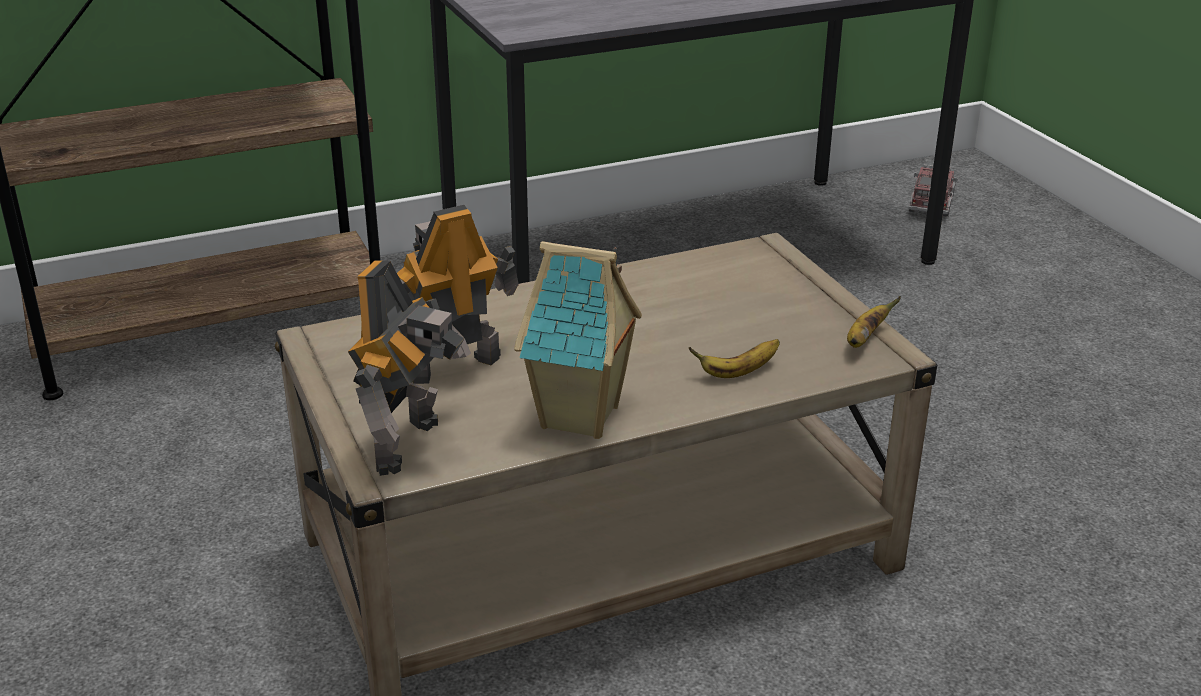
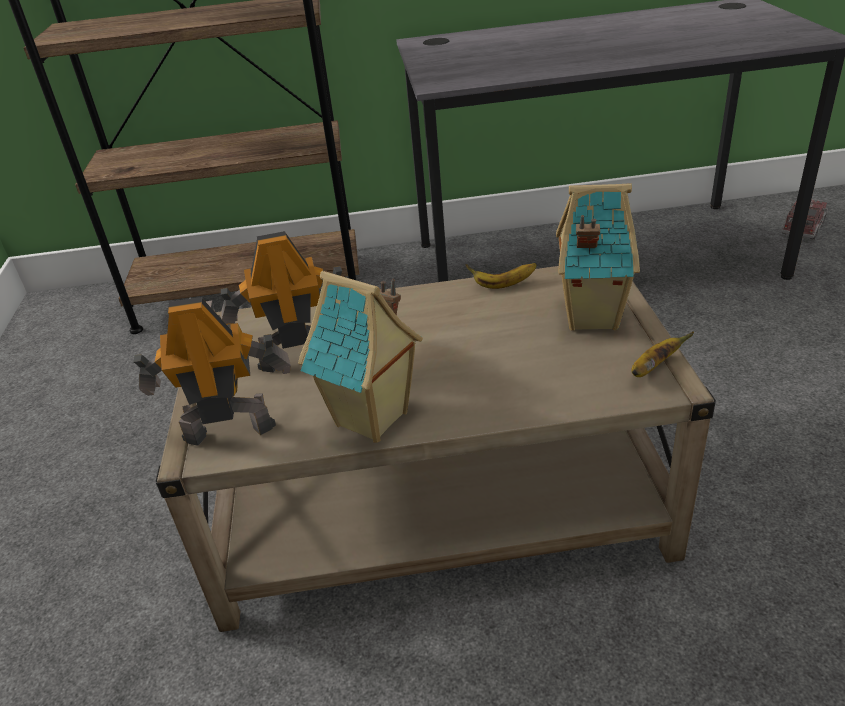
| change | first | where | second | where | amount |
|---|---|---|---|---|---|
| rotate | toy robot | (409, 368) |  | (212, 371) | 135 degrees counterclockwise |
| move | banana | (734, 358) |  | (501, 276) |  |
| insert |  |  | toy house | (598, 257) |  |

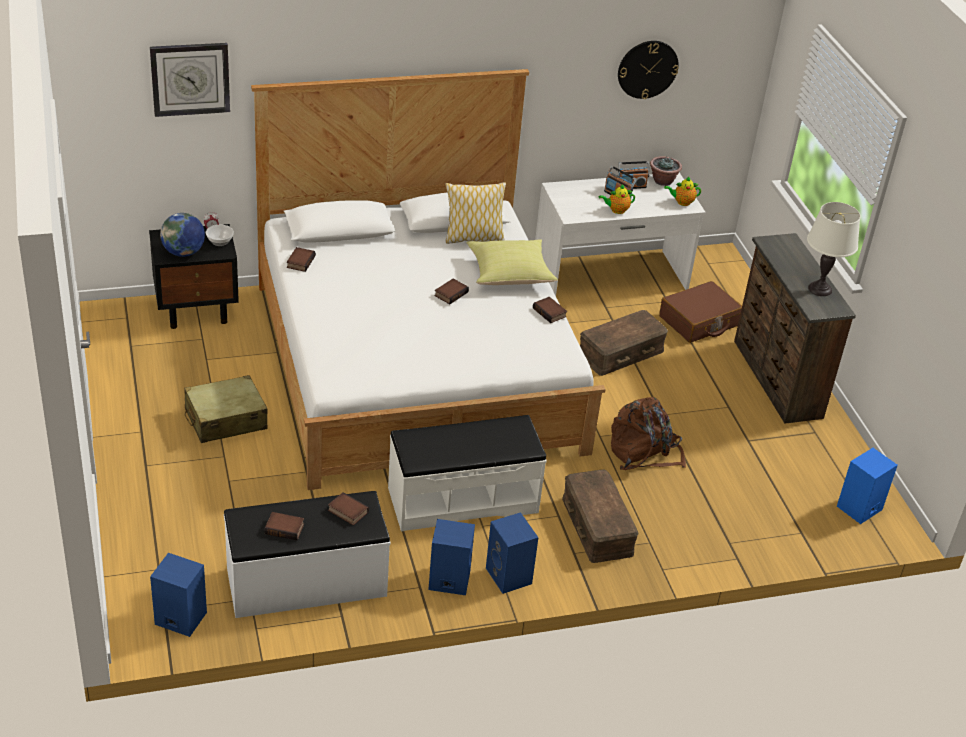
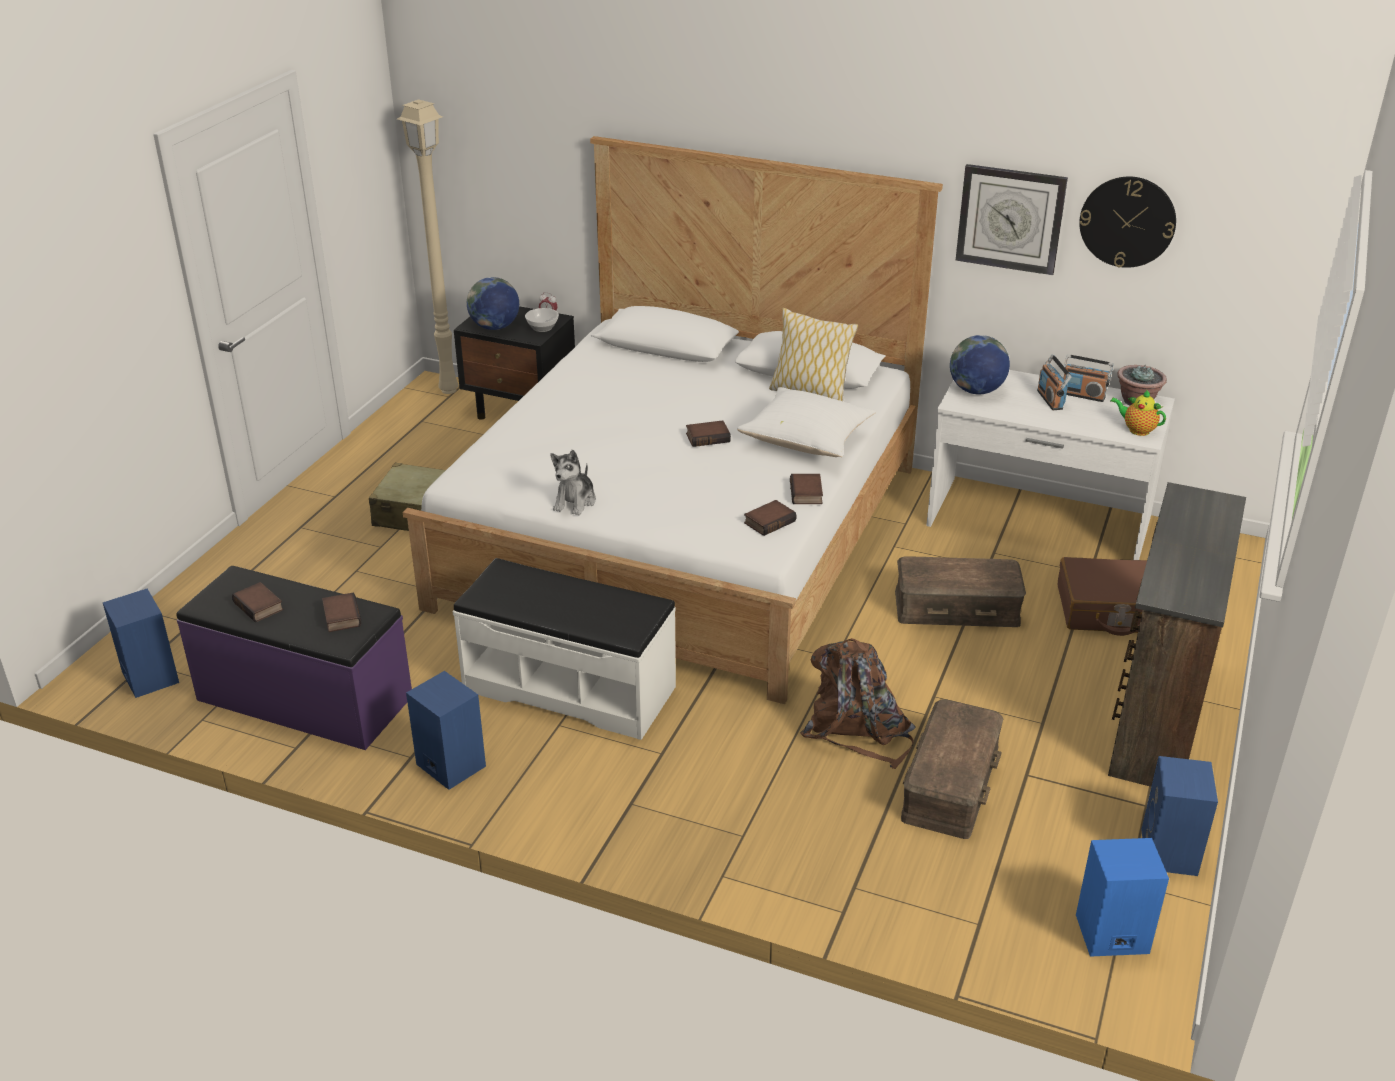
| change | first | where | second | where | amount |
|---|---|---|---|---|---|
| move | wall clock | (190, 80) |  | (1011, 219) |  |
| recolor | white bench | (307, 554) | purple bench | (294, 658) |  |
| move | book | (301, 259) |  | (770, 518) |  |
| recolor | yellow pillow | (512, 262) | white pillow | (806, 422) |  |
| move | blue speaker | (512, 553) |  | (1179, 816) |  |
| move | brown storage box | (600, 516) |  | (952, 769) |  |
| delete | teapot | (617, 199) |  |  |  |
| delete | white table lamp | (834, 249) |  |  |  |
| insert |  |  | beige floor lamp | (428, 246) |  |
| insert |  |  | plush toy | (573, 482) |  |
| insert |  |  | globe | (980, 364) |  |

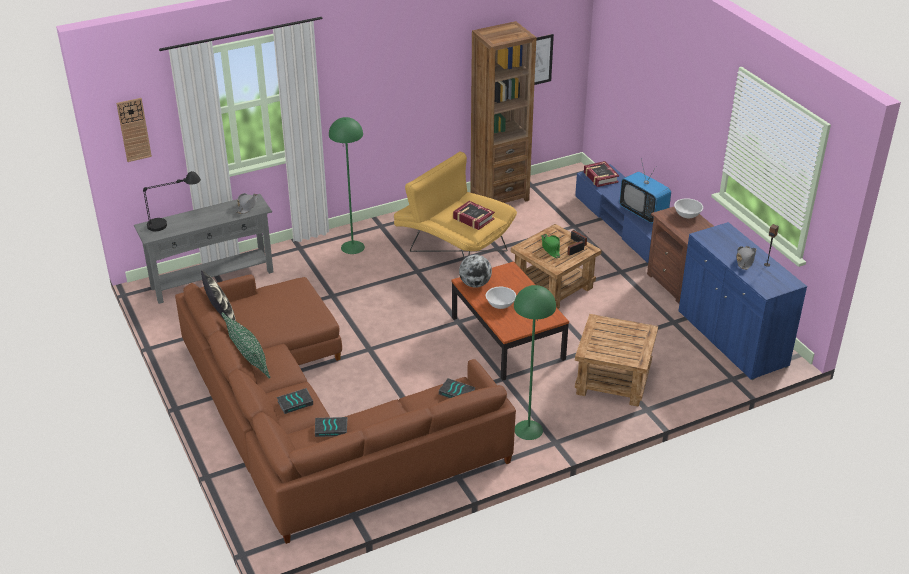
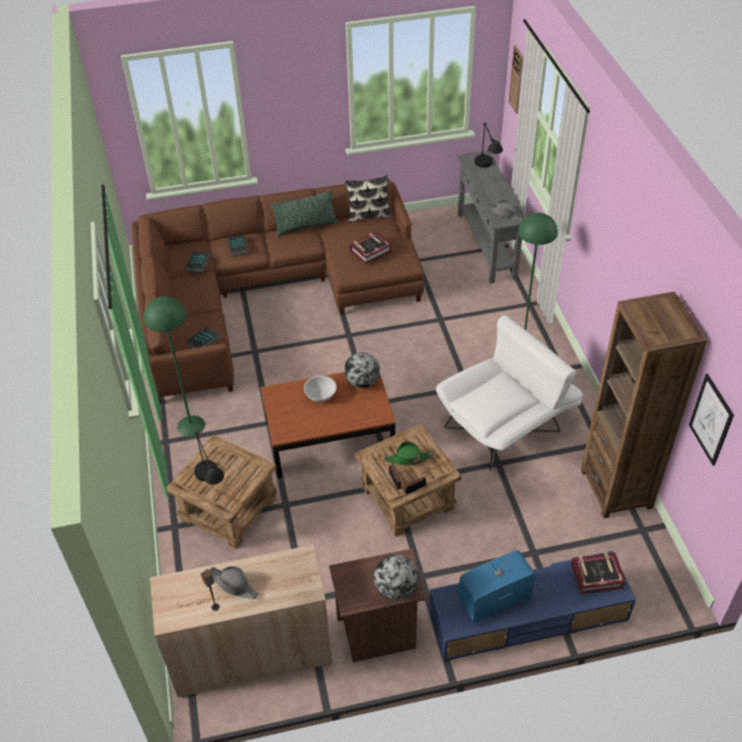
| change | first | where | second | where | amount |
|---|---|---|---|---|---|
| recolor | yellow armchair | (455, 205) | white armchair | (509, 392) |  |
| move | book | (474, 215) |  | (371, 248) |  |
| replace | white bowl | (688, 208) | globe | (396, 577) |  |
| recolor | blue cabinet | (743, 301) | beige cabinet | (241, 621) |  |
| insert |  |  | black table lamp | (209, 458) |  |

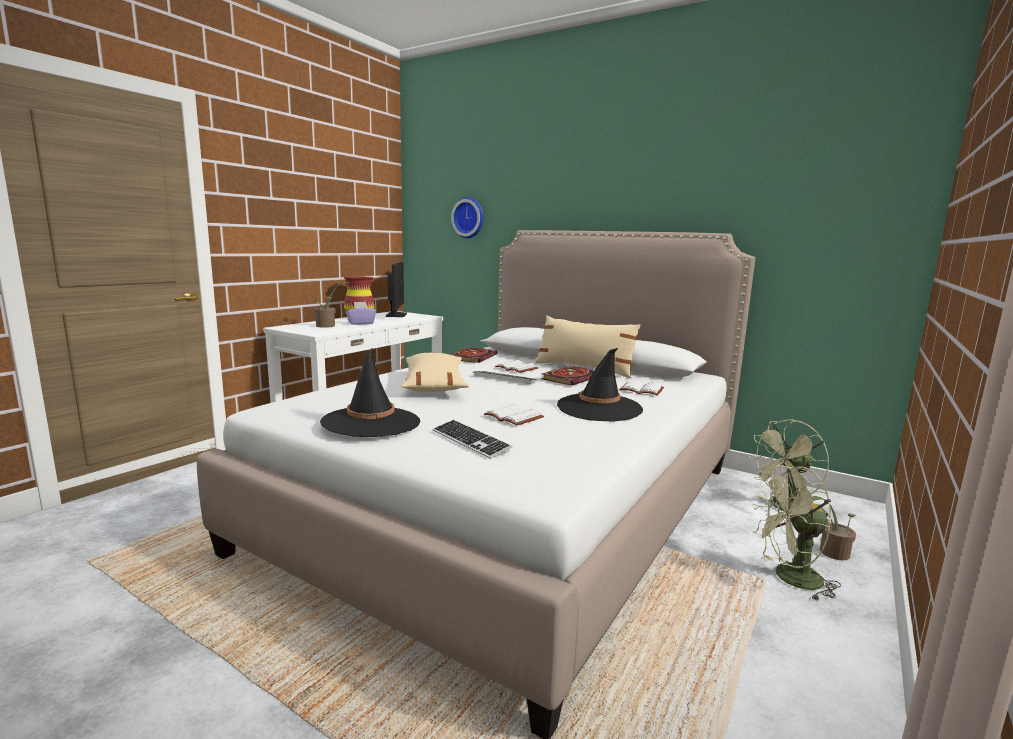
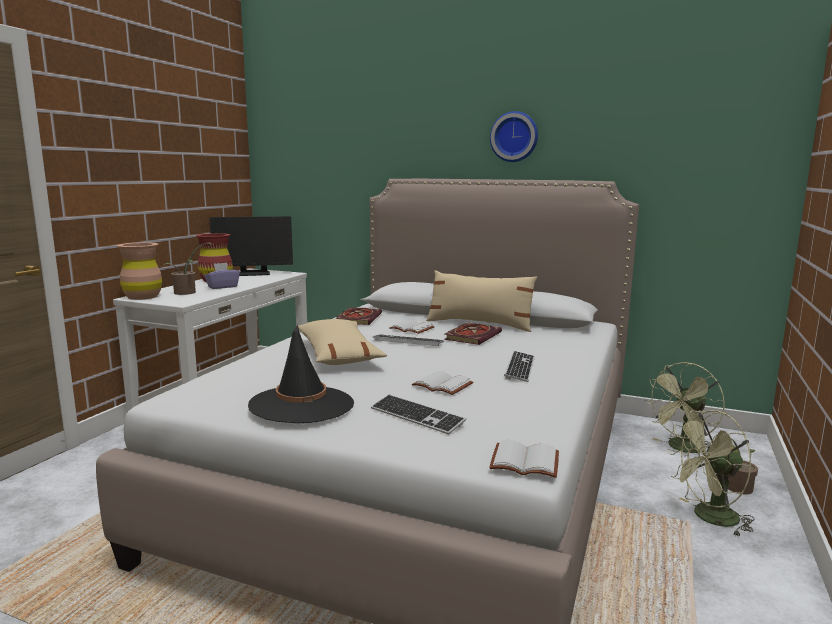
| change | first | where | second | where | amount |
|---|---|---|---|---|---|
| rotate | monitor | (396, 289) |  | (251, 246) | 90 degrees clockwise |
| move | wall clock | (467, 217) |  | (514, 136) |  |
| replace | black hat | (600, 385) | keyboard | (519, 366) |  |
| move | white book | (642, 388) |  | (524, 459) |  |
| insert |  |  | brown vase | (139, 271) |  |

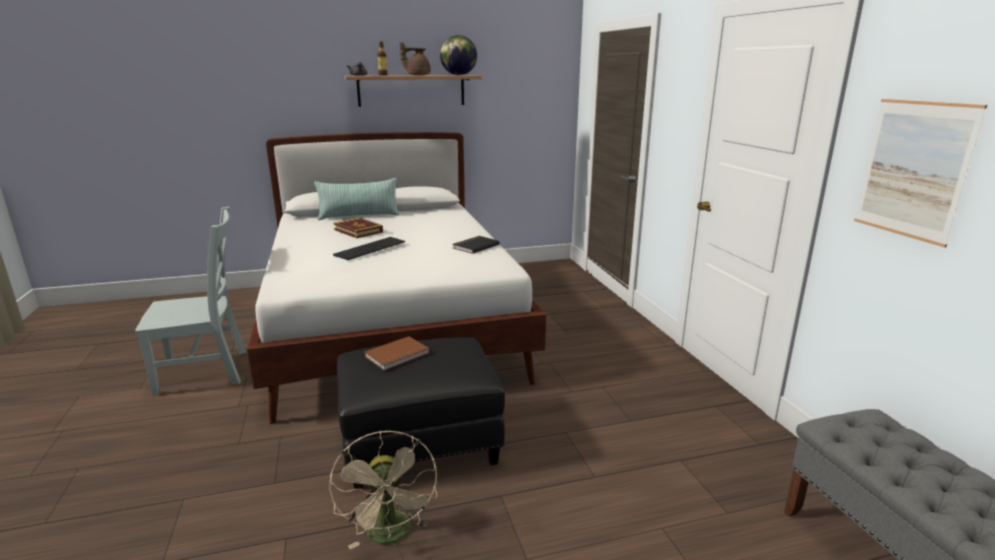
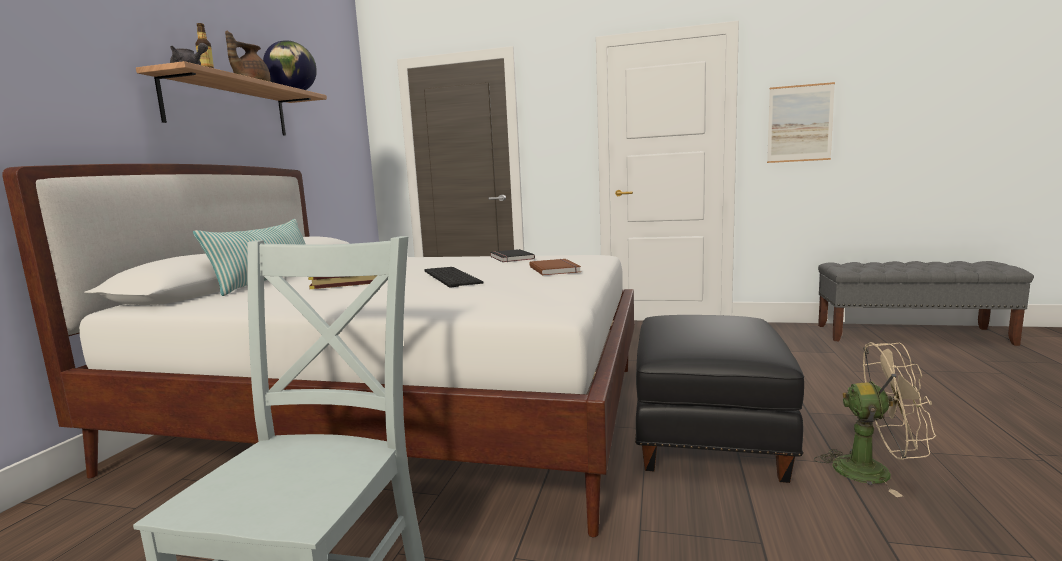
| change | first | where | second | where | amount |
|---|---|---|---|---|---|
| move | brown book | (396, 353) |  | (555, 267) |  |

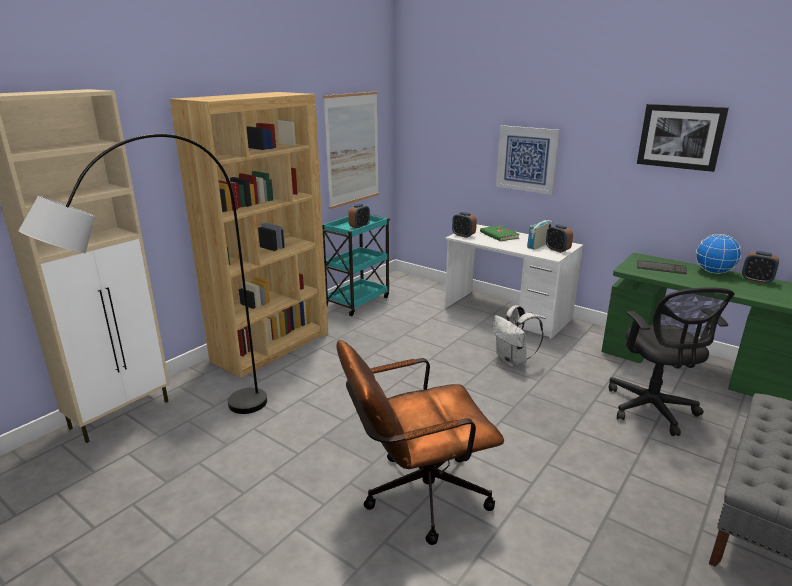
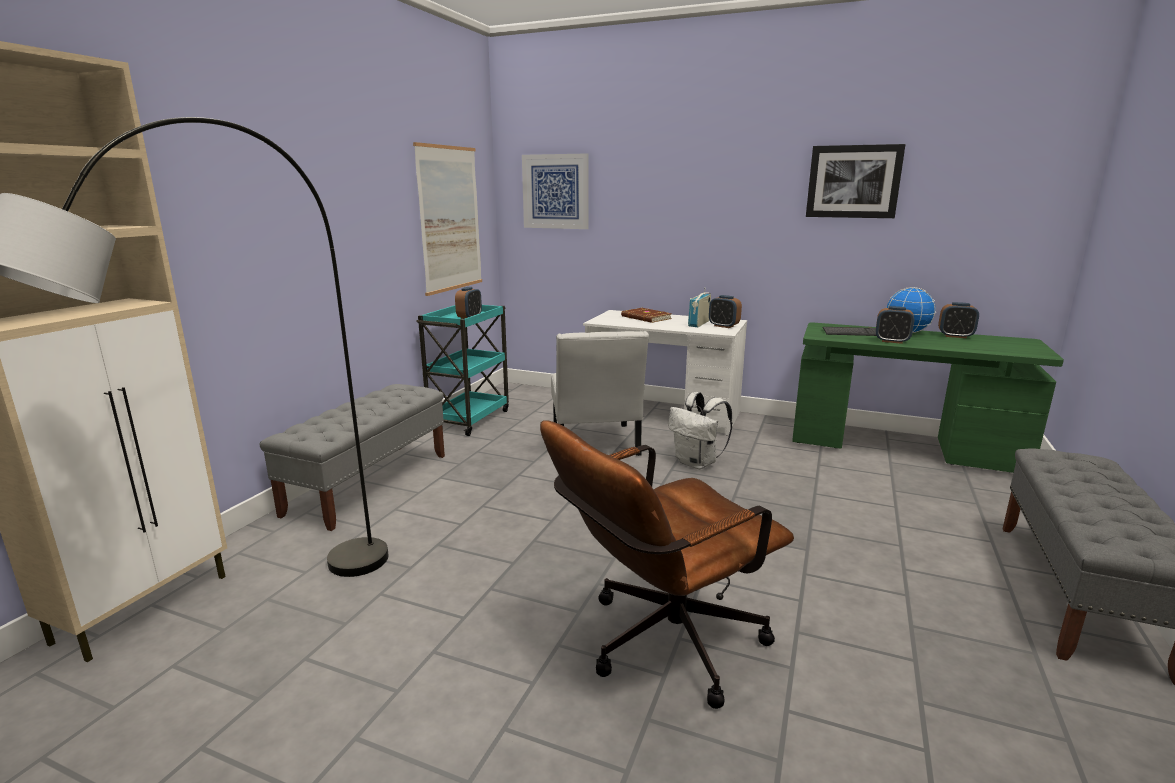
| change | first | where | second | where | amount |
|---|---|---|---|---|---|
| replace | brown bookcase | (249, 235) | grey bench | (352, 457) |  |
| move | alarm clock | (464, 225) |  | (895, 325) |  |
| recolor | green book | (500, 233) | brown book | (646, 315) |  |
| move | picture | (528, 160) |  | (555, 191) |  |
| delete | black office chair | (672, 361) |  |  |  |
| insert |  |  | white chair | (600, 393) |  |

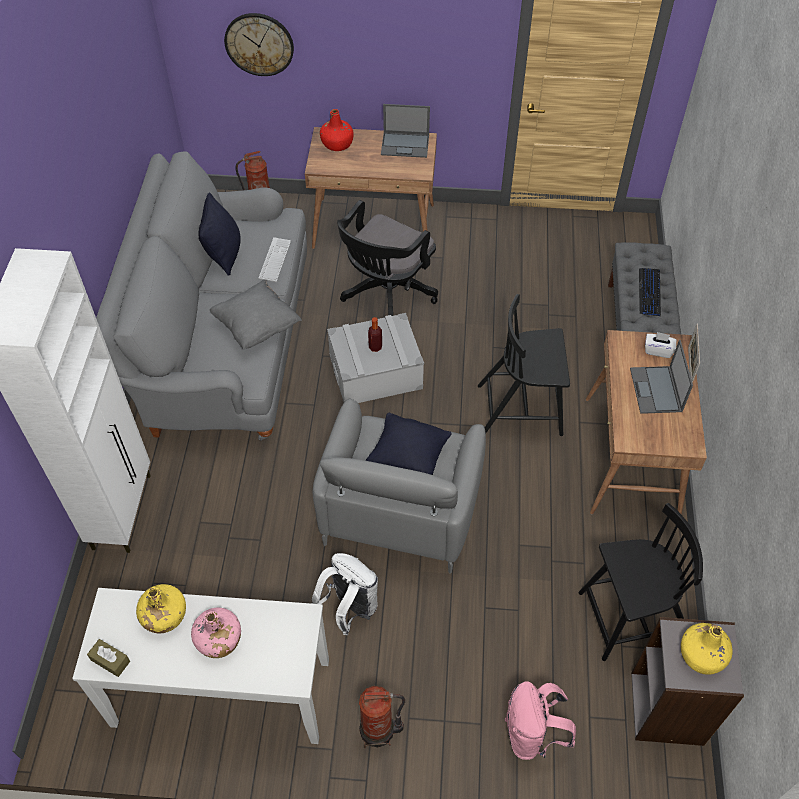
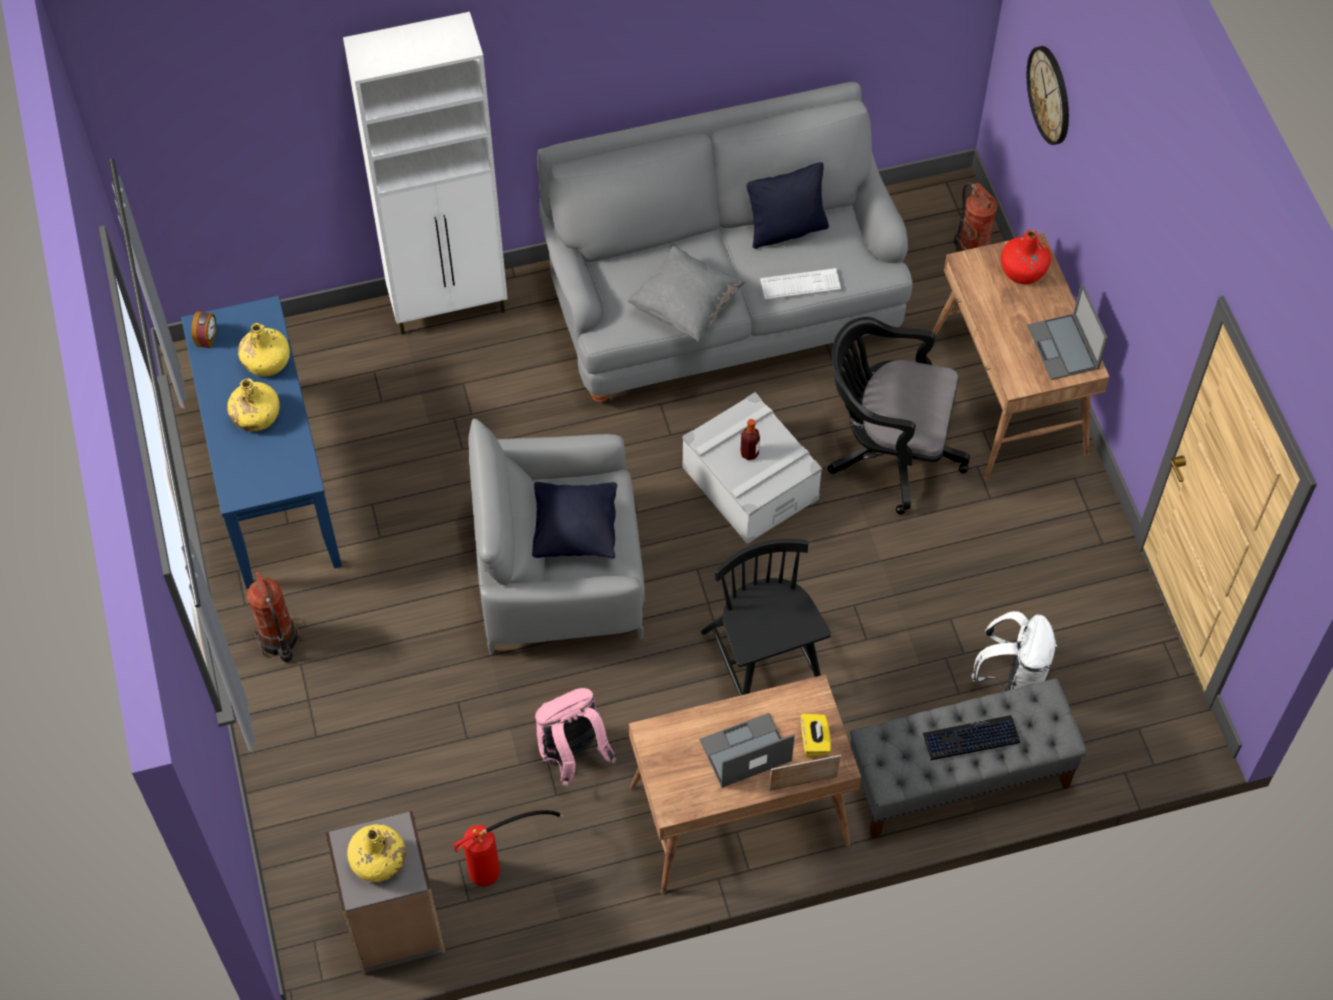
| change | first | where | second | where | amount |
|---|---|---|---|---|---|
| recolor | white console table | (200, 666) | blue console table | (261, 442) |  |
| replace | brown tissue box | (108, 658) | alarm clock | (204, 329) |  |
| recolor | pink bottle | (216, 633) | yellow bottle | (253, 405) |  |
| move | white backpack | (344, 594) |  | (1014, 652) |  |
| move | pink backpack | (540, 720) |  | (576, 737) |  |
| replace | black chair | (640, 582) | fire extinguisher | (507, 848) |  |
| recolor | white tissue box | (660, 345) | yellow tissue box | (816, 735) |  |

